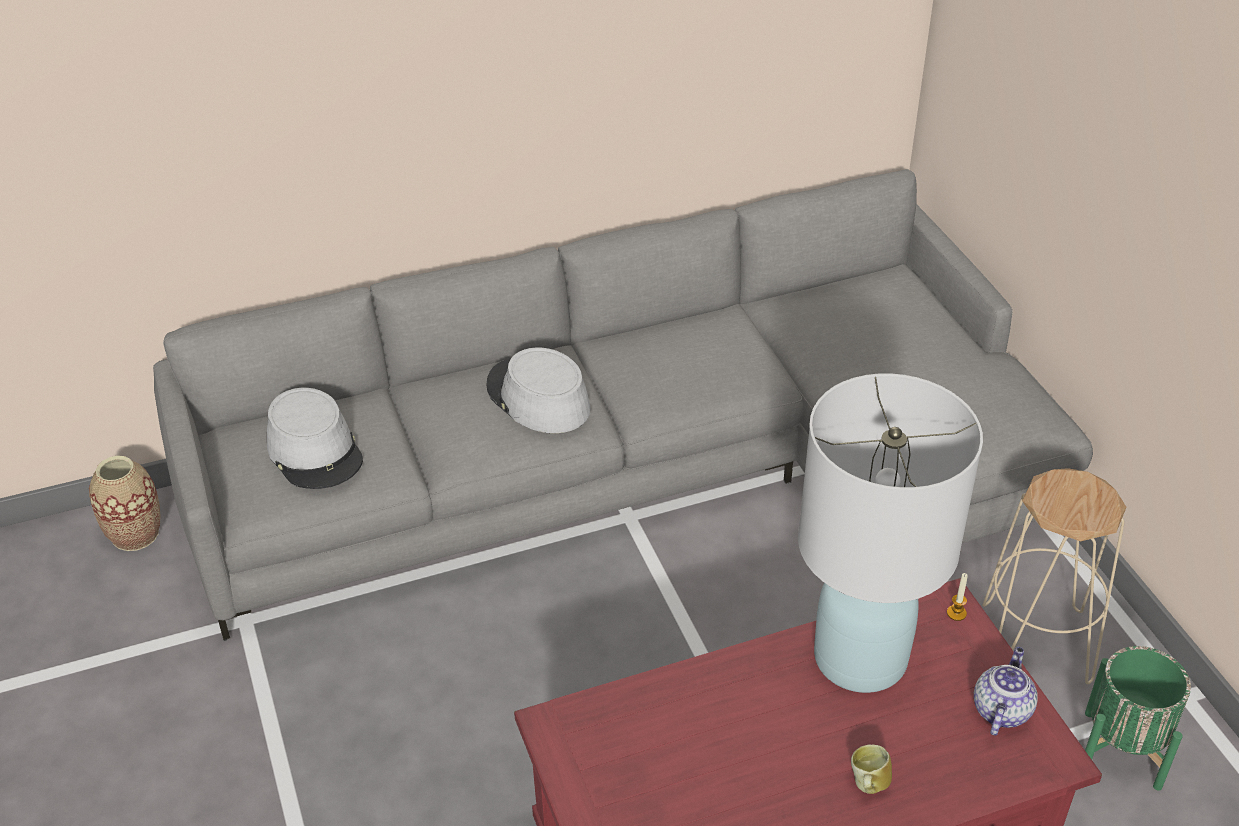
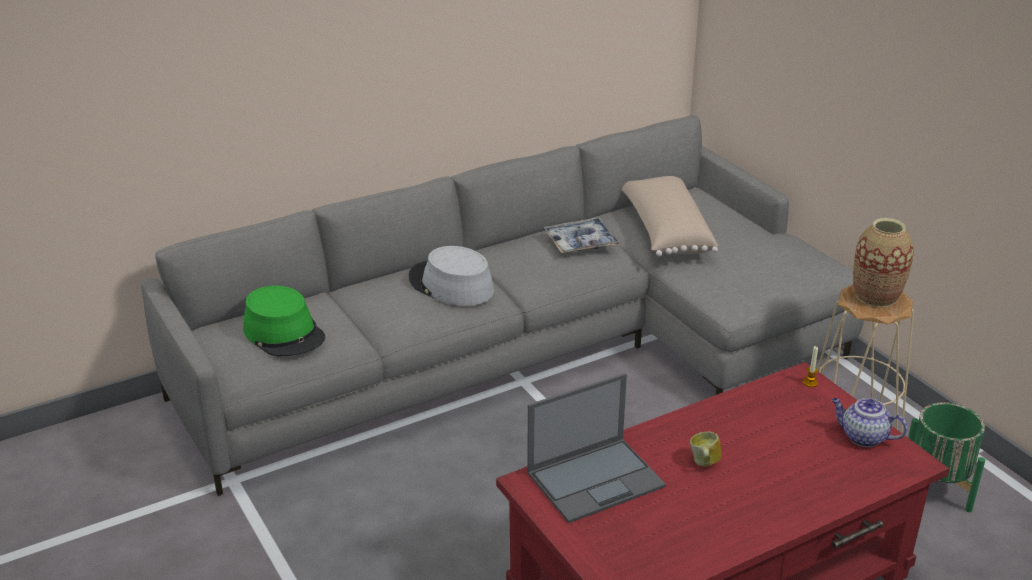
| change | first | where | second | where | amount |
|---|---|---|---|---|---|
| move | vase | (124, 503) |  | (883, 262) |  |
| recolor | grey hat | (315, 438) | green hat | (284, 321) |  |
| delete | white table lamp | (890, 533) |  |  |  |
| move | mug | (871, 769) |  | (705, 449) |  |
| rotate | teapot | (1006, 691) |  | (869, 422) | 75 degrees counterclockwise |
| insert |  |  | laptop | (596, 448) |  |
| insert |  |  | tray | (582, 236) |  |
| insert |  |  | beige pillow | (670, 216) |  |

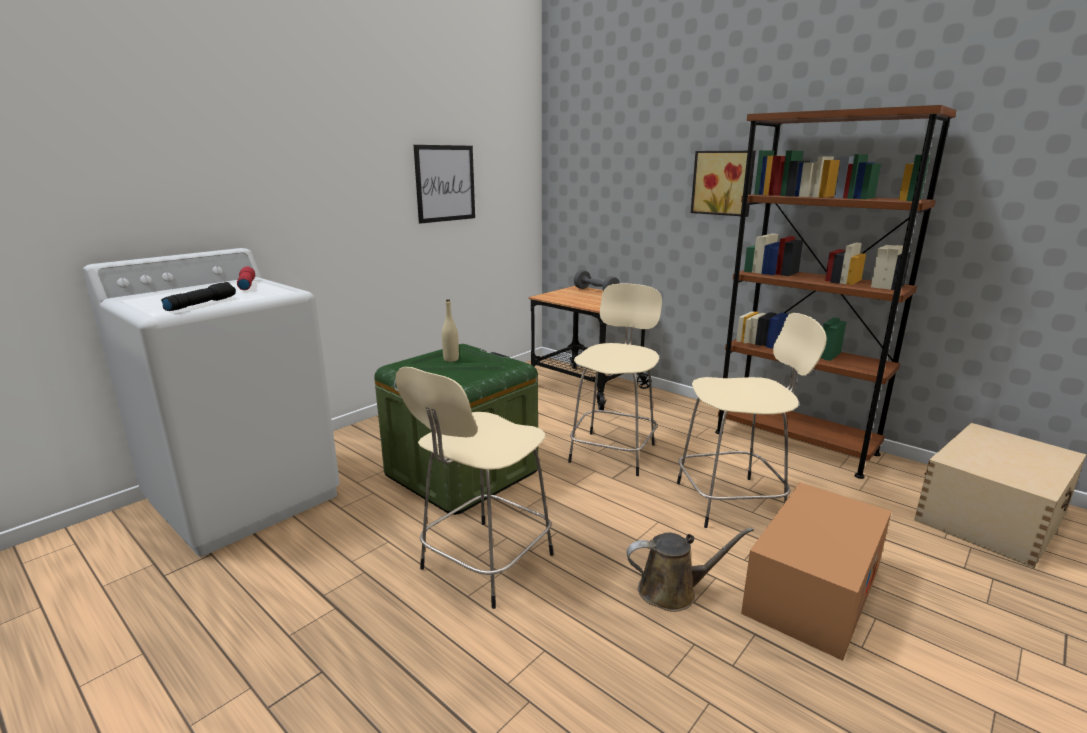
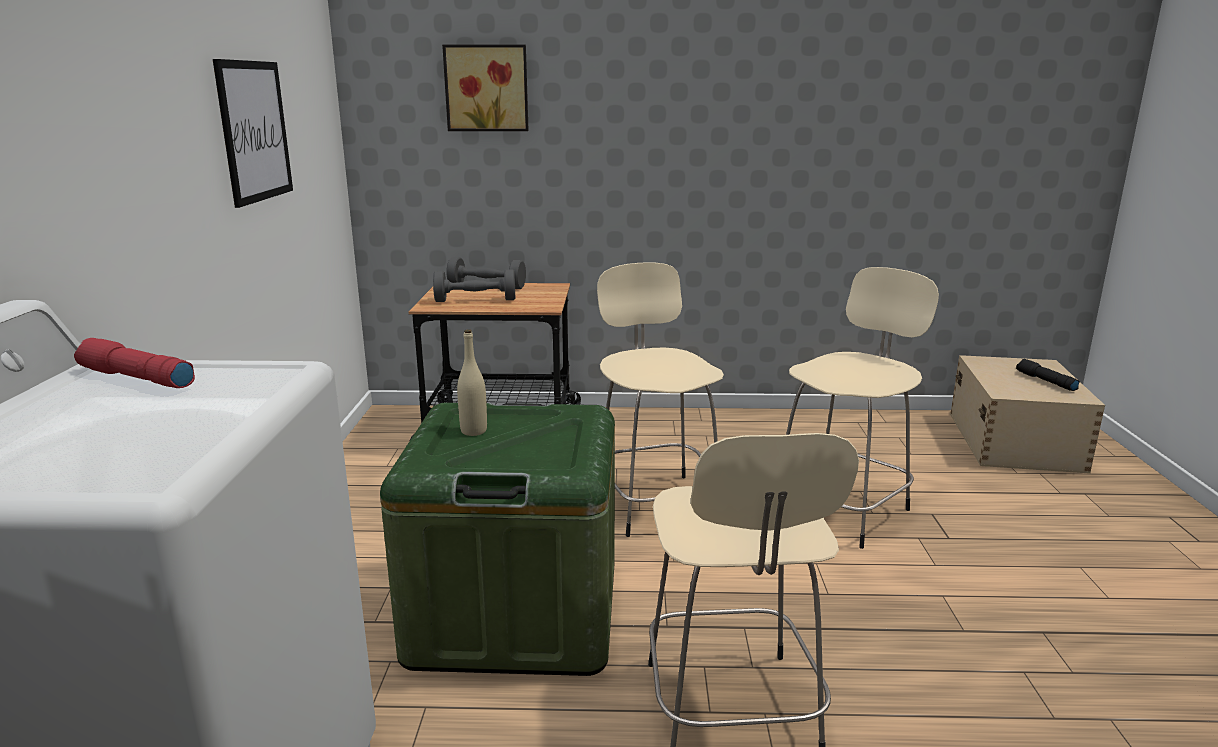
| change | first | where | second | where | amount |
|---|---|---|---|---|---|
| move | black flashlight | (198, 296) |  | (1048, 375) |  |
| delete | brown watering can | (690, 569) |  |  |  |
| move | picture | (723, 184) |  | (485, 88) |  |
| delete | brown bookcase | (836, 292) |  |  |  |
| delete | cardboard box | (816, 572) |  |  |  |
| insert |  |  | grey dumbbell | (474, 286) |  |

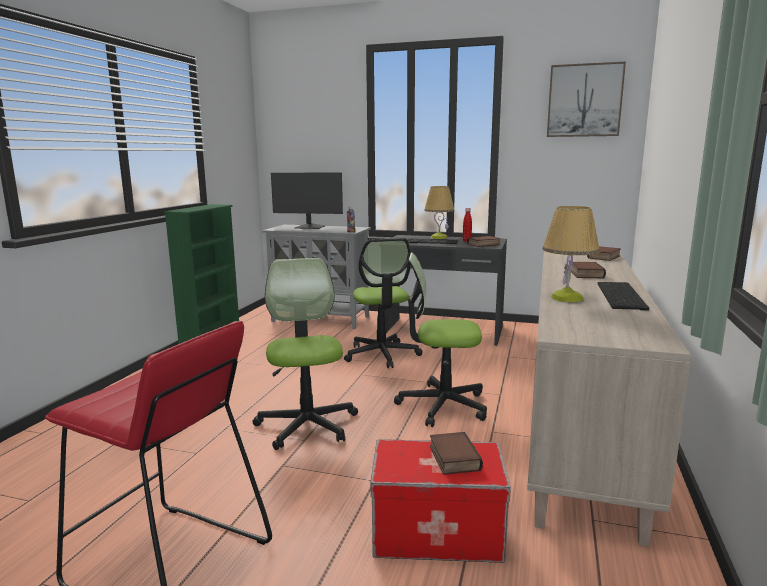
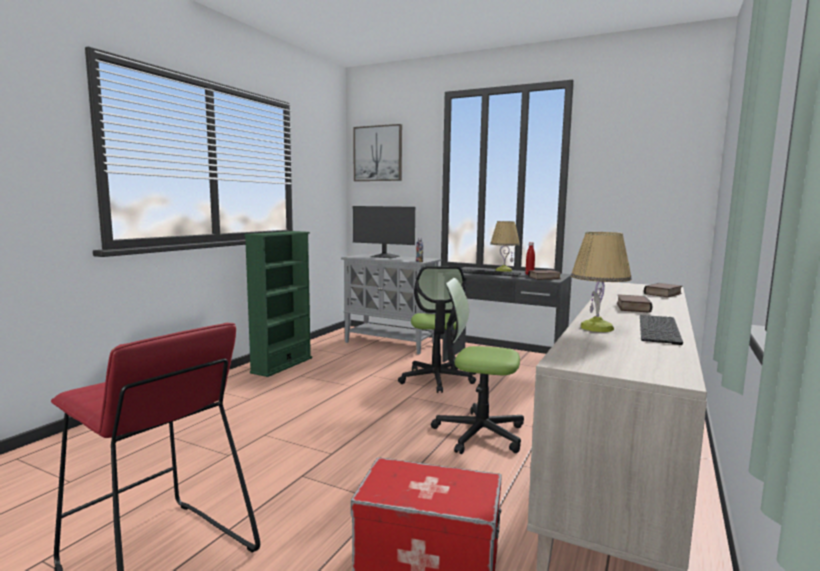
| change | first | where | second | where | amount |
|---|---|---|---|---|---|
| delete | office chair | (305, 354) |  |  |  |
| delete | book | (456, 453) |  |  |  |
| move | picture | (586, 99) |  | (377, 152) |  |

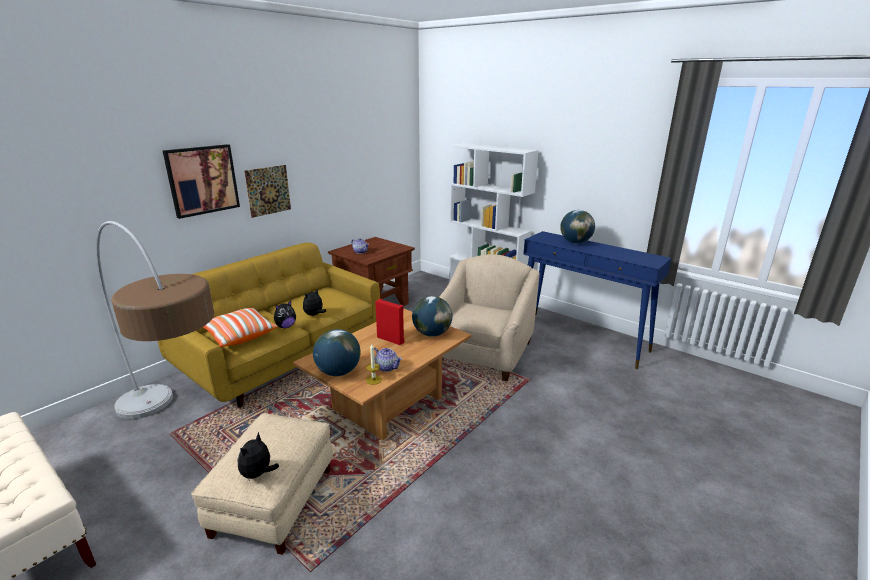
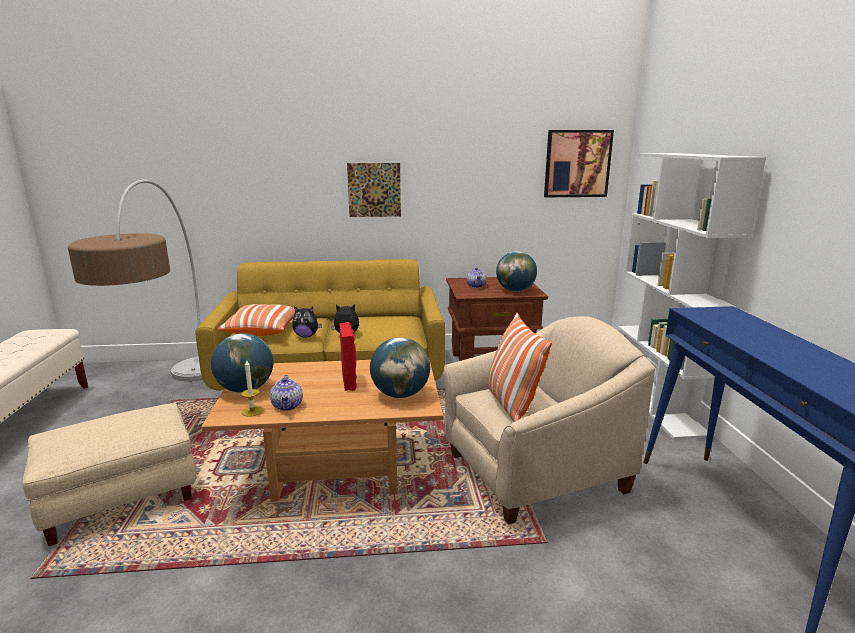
| change | first | where | second | where | amount |
|---|---|---|---|---|---|
| move | picture | (201, 181) |  | (579, 163) |  |
| delete | plush toy | (258, 456) |  |  |  |
| move | globe | (577, 227) |  | (516, 271) |  |
| insert |  |  | pillow | (519, 367) |  |

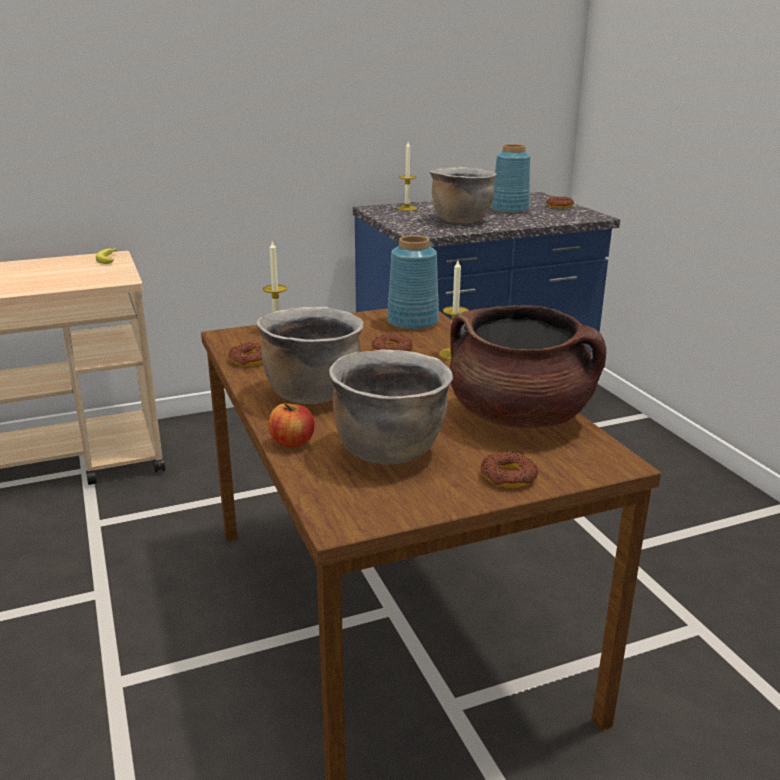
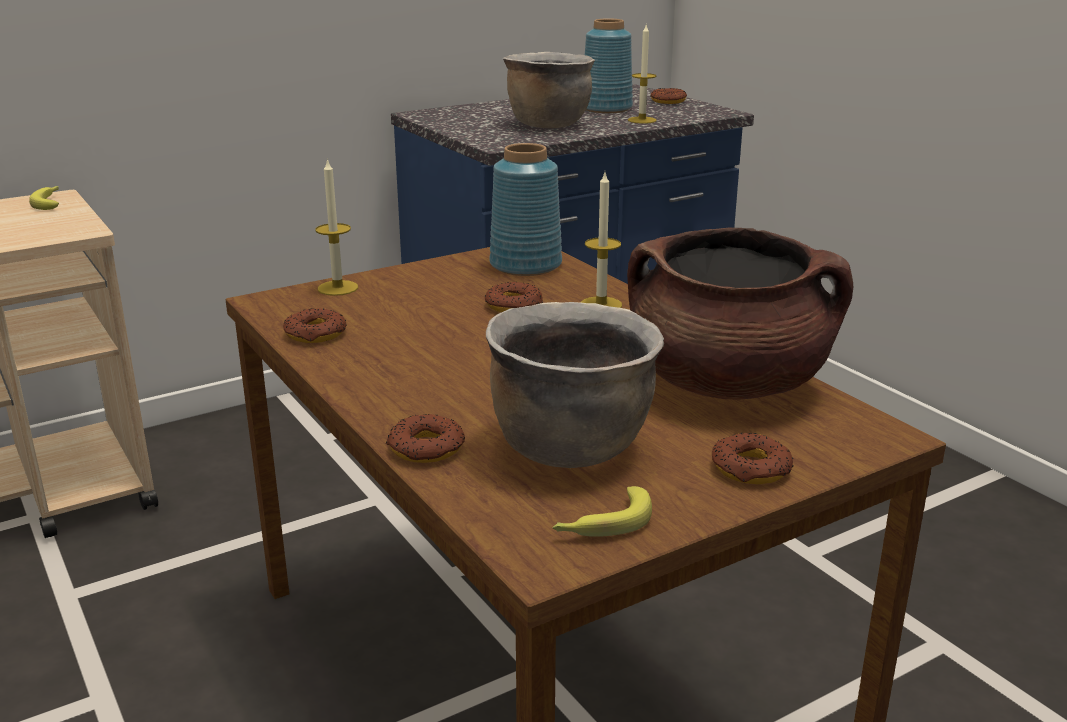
| change | first | where | second | where | amount |
|---|---|---|---|---|---|
| delete | brown cooking pot | (310, 355) |  |  |  |
| replace | apple | (292, 425) | donut | (425, 438) |  |
| move | candle | (407, 176) |  | (642, 73) |  |
| insert |  |  | banana | (602, 511) |  |

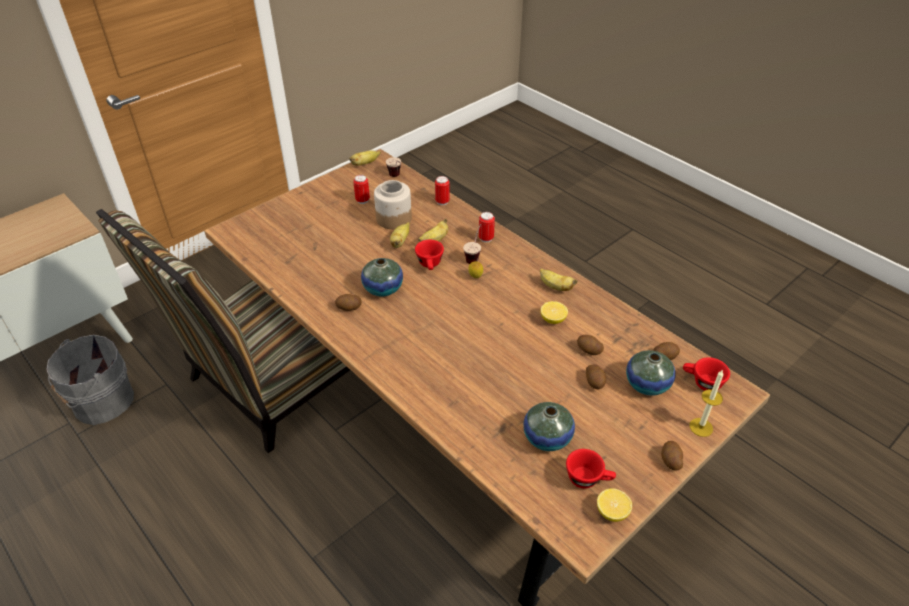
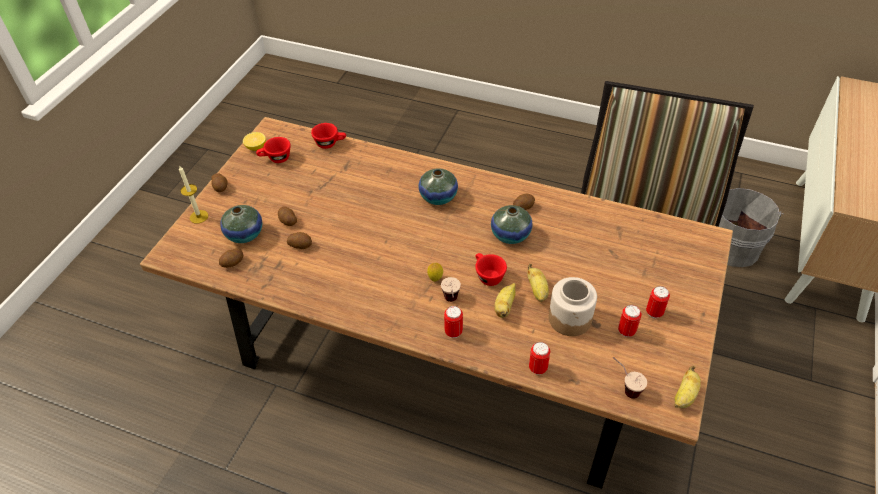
| change | first | where | second | where | amount |
|---|---|---|---|---|---|
| move | vase | (549, 426) |  | (438, 186) |  |
| delete | banana | (559, 279) |  |  |  |
| delete | lemon | (554, 312) |  |  |  |
| move | red cup | (706, 374) |  | (328, 136) |  |
| insert |  |  | can | (658, 302) |  |

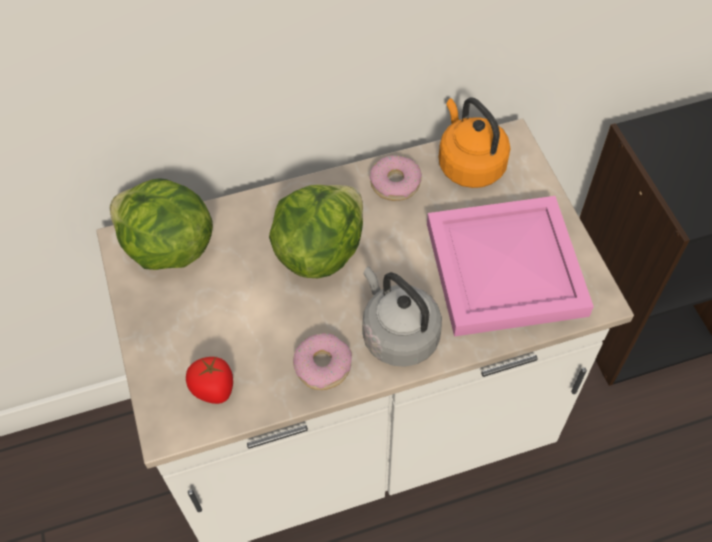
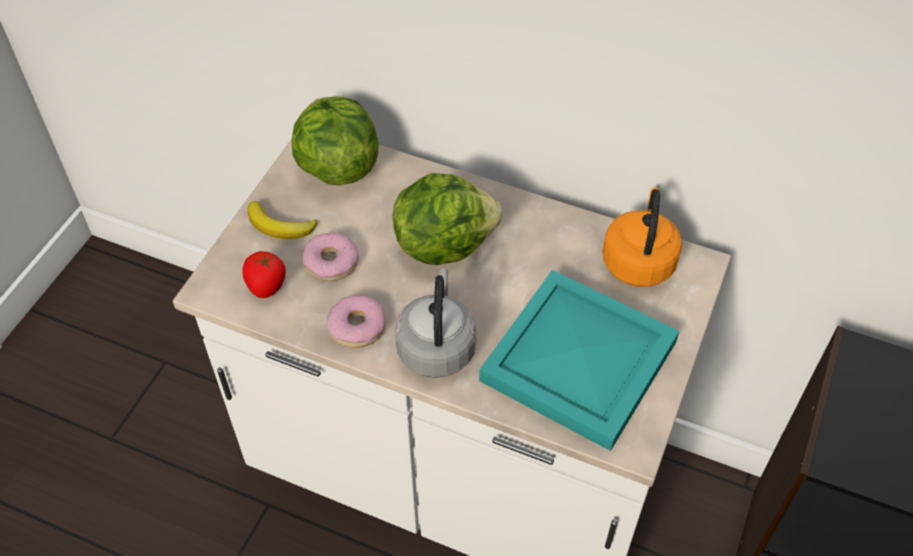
| change | first | where | second | where | amount |
|---|---|---|---|---|---|
| move | donut | (395, 178) |  | (330, 256) |  |
| recolor | pink tray | (510, 266) | turquoise tray | (579, 360) |  |
| insert |  |  | banana | (283, 220) |  |

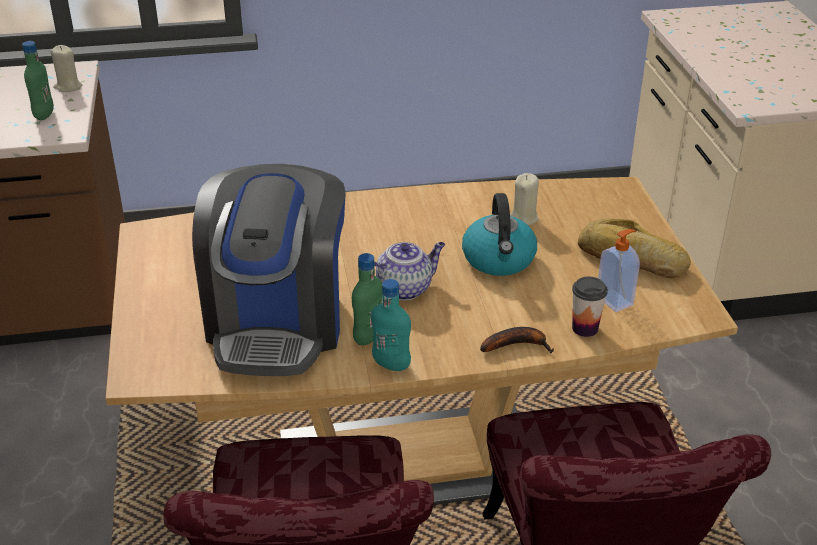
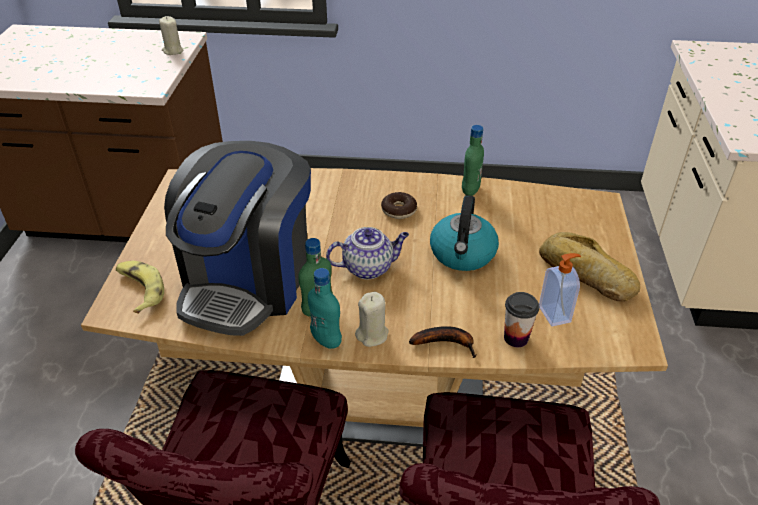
| change | first | where | second | where | amount |
|---|---|---|---|---|---|
| move | green bottle | (38, 80) |  | (473, 160) |  |
| move | beige candle | (524, 199) |  | (371, 319) |  |
| insert |  |  | banana | (140, 287) |  |
| insert |  |  | donut | (399, 205) |  |

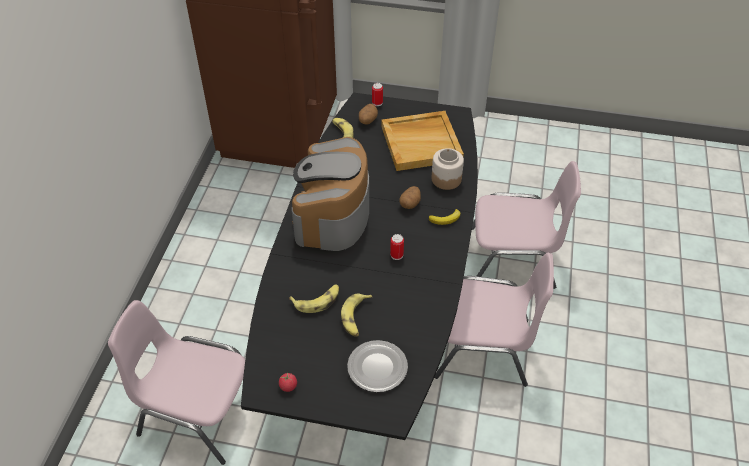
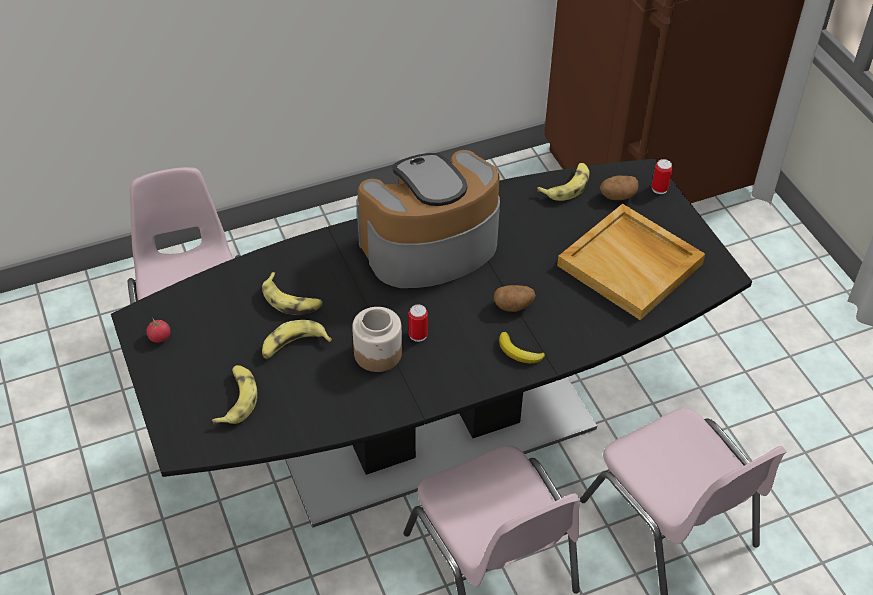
| change | first | where | second | where | amount |
|---|---|---|---|---|---|
| replace | plate | (377, 366) | banana | (235, 394) |  |
| move | jar | (447, 169) |  | (377, 339) |  |

